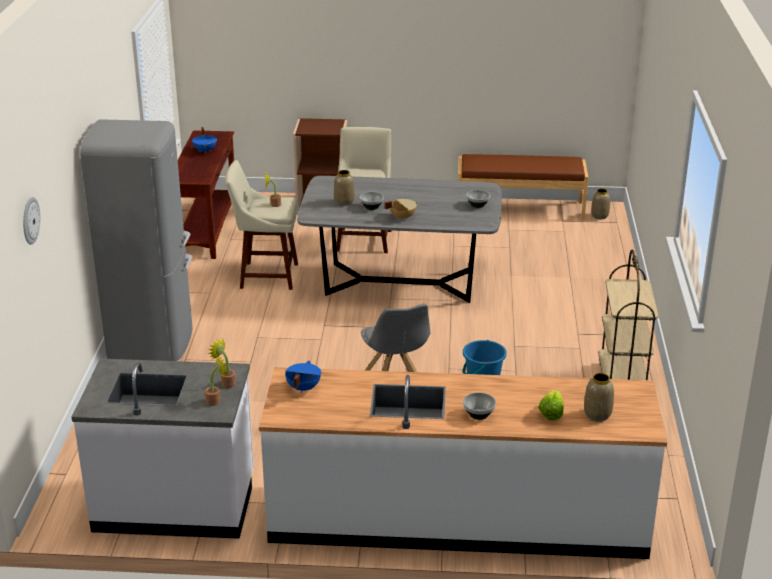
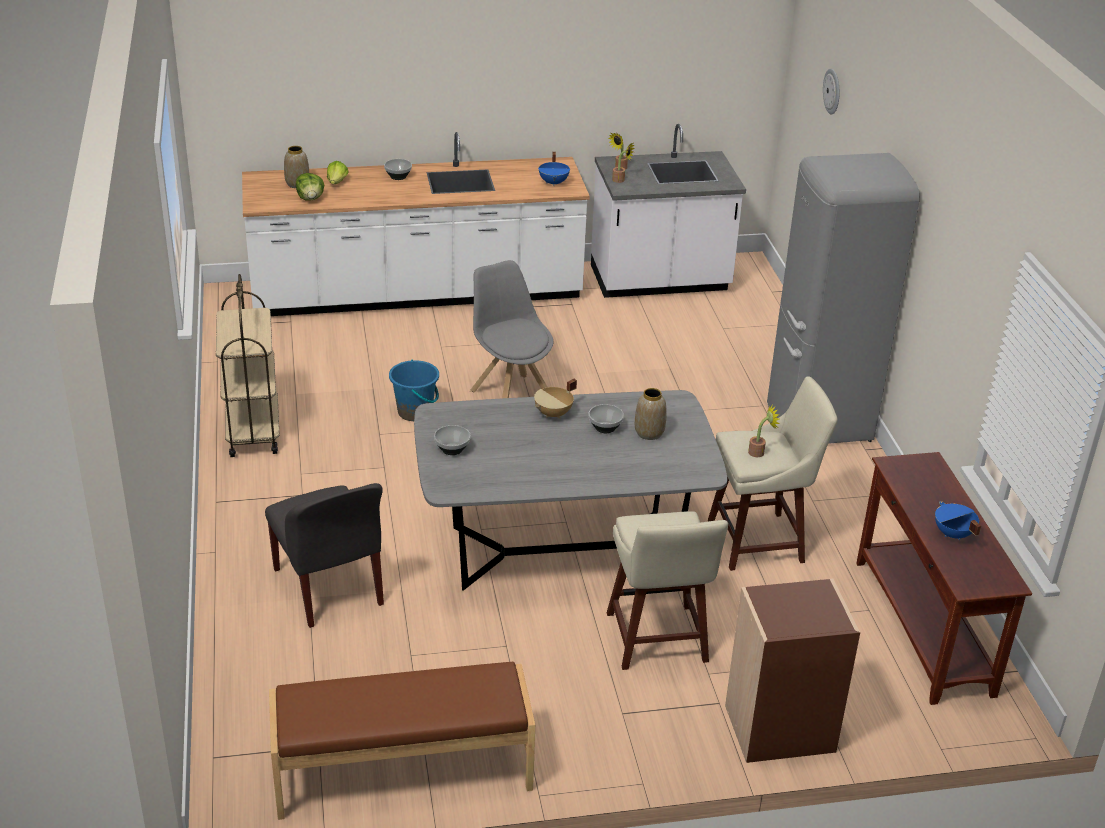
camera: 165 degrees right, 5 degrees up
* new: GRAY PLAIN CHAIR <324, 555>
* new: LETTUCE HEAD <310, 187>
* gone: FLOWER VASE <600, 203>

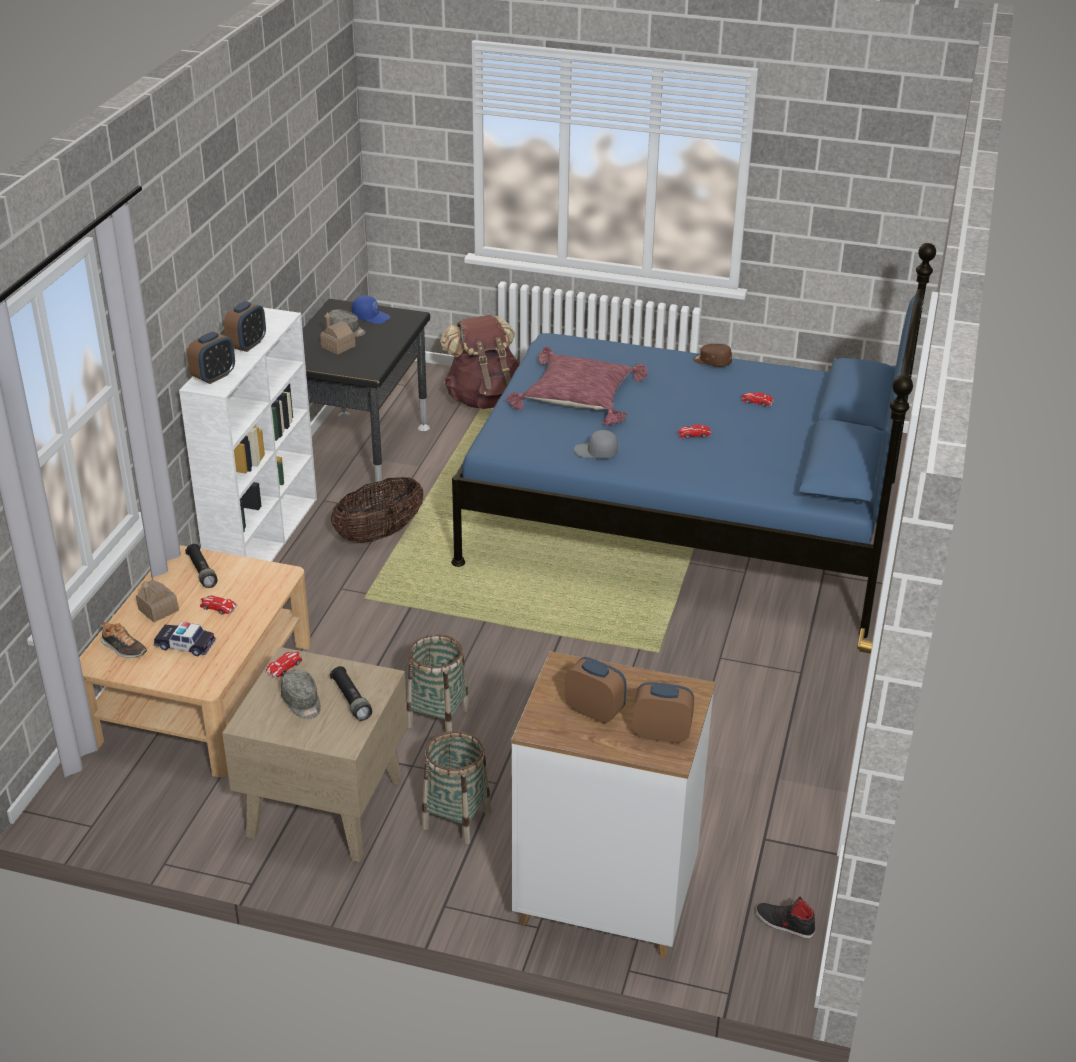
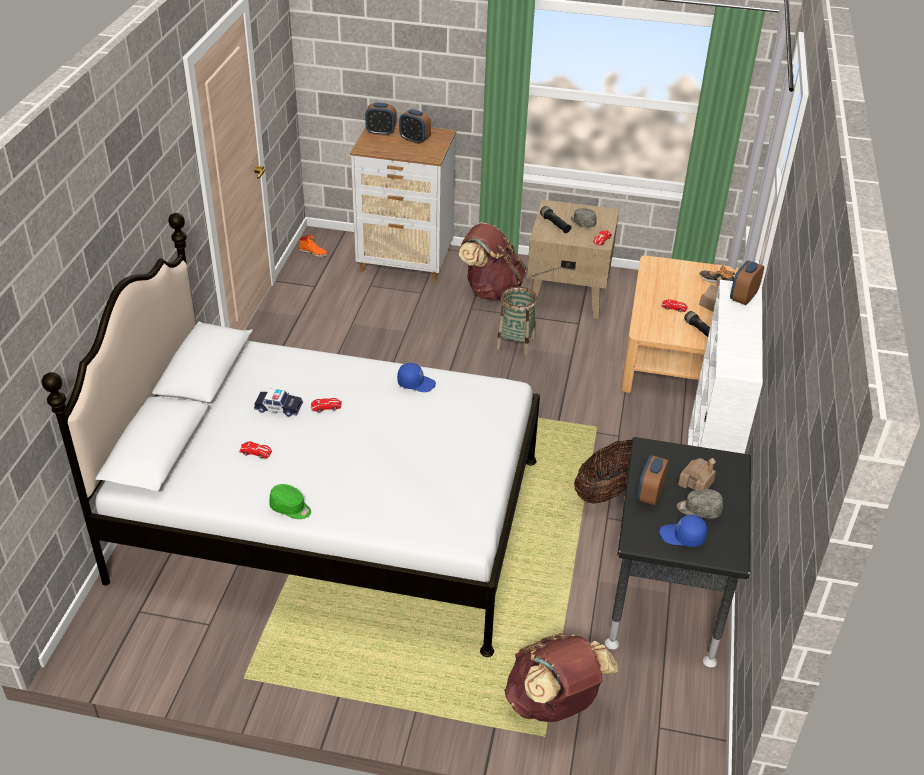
camera: 175 degrees right, 5 degrees up
* repainted: BLUE BEDROOM BED <693, 440> to WHITE-COLOURED BEDROOM BED <291, 435>
* shifted: MINIATURE CAR <184, 639> to <278, 402>
* repainted: BROWNISH CAP <712, 355> to GREEN CAP <290, 501>
* repainted: BLACK-COLOURED ITEM OF FOOTWEAR <785, 918> to ORANGEY ITEM OF FOOTWEAR <313, 246>
* repainted: GRAY CAP <596, 444> to BLUE CAP <416, 377>
* swapped: STORAGE BASKET <456, 788> to BROWNISH KNAPSACK <493, 261>
* shifted: ALARM CLOCK <245, 326> to <653, 480>
* gone: RED CUSHION <577, 385>

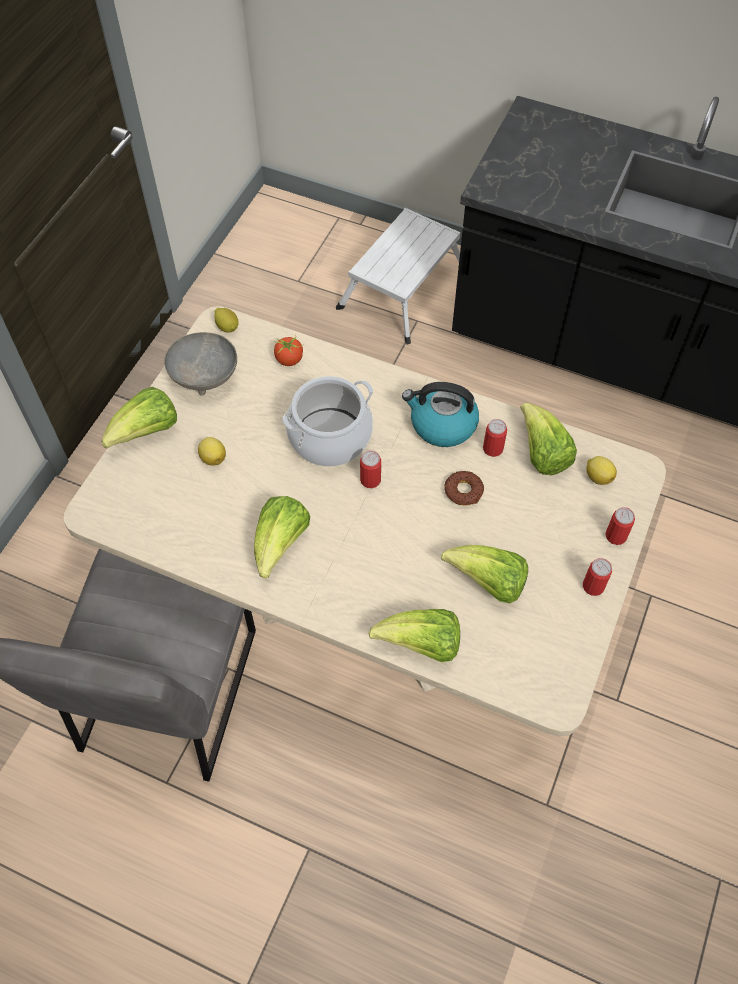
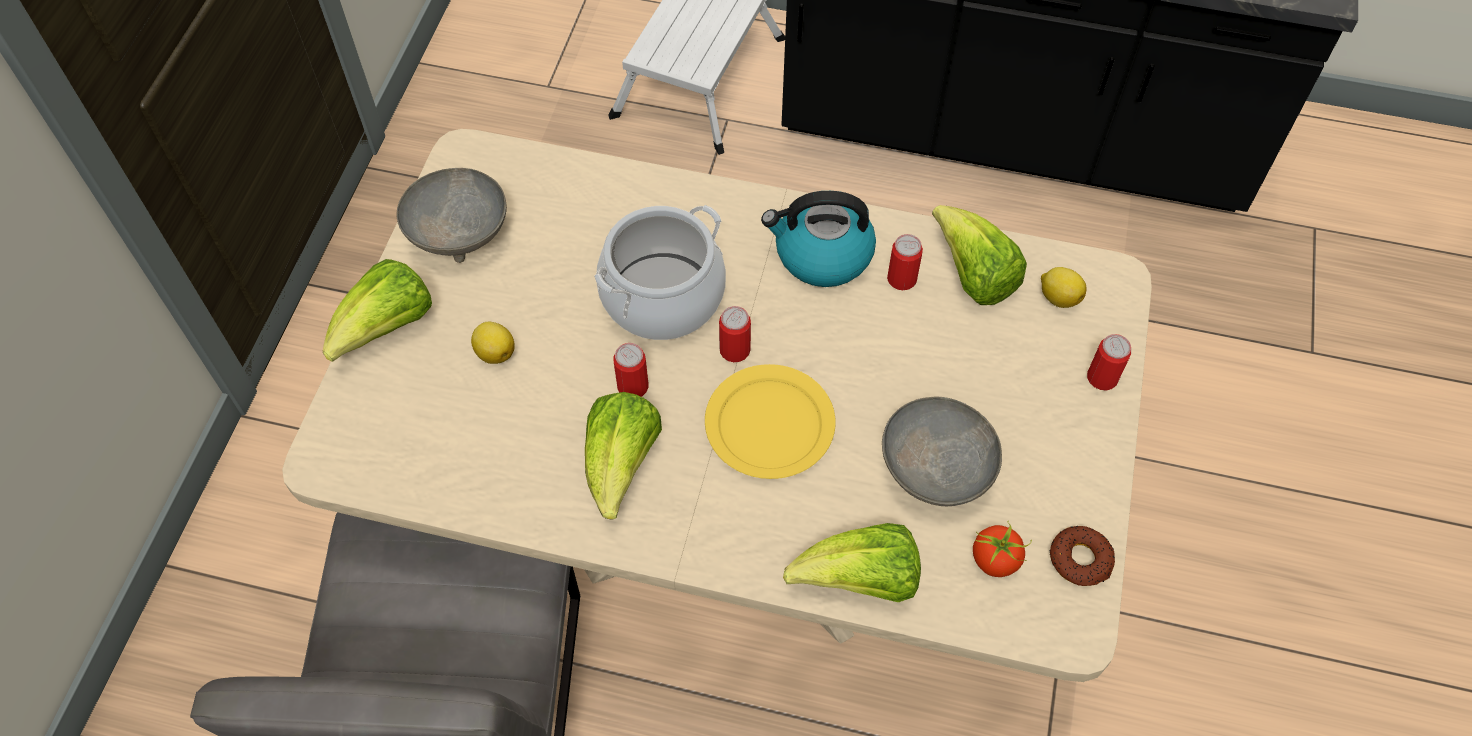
camera: 10 degrees left, 0 degrees up
* shifted: SEALED CAN <597, 577> to <631, 370>
* new: YELLOWISH PLATE <770, 421>
* swapped: LETTUCE HEAD <484, 574> to GRAY DEEP DISH <942, 451>
* shifted: WHOLE TOMATO <289, 351> to <1002, 549>
* shifted: DONUT <464, 488> to <1082, 555>
* gone: LEMON <226, 320>

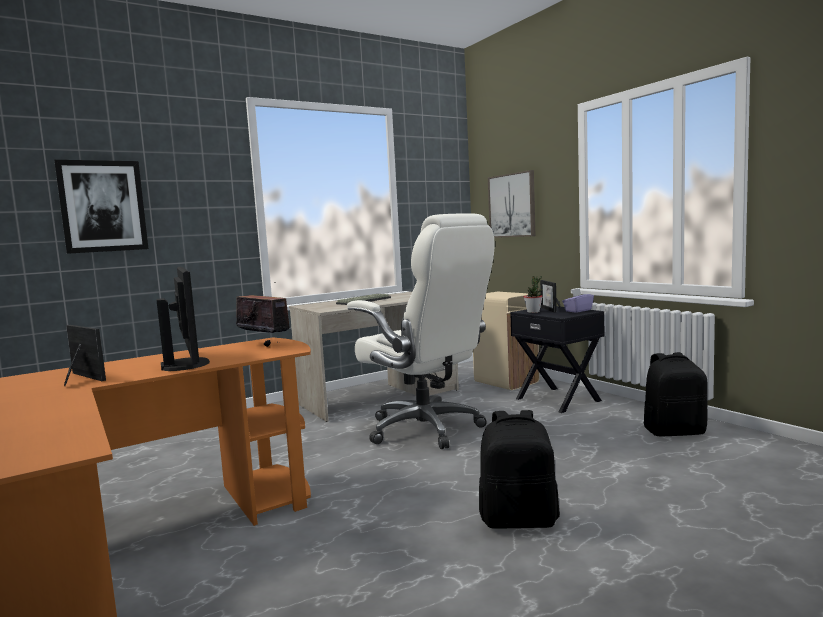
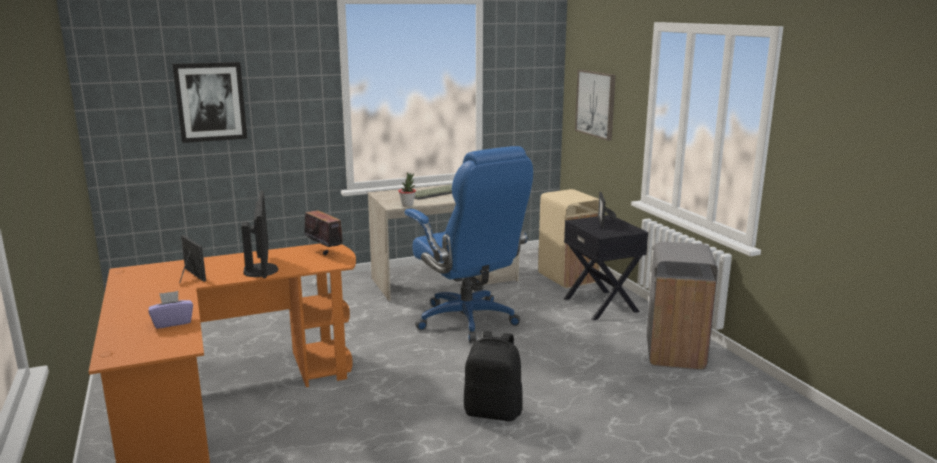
camera: 10 degrees right, 10 degrees up
* shifted: PURPLE BOX OF TISSUES <578, 300> to <171, 310>
* shifted: HOUSEPLANT <533, 294> to <407, 189>
* repainted: WHITE-COLOURED OFFICE CHAIR <420, 331> to BLUE OFFICE CHAIR <469, 244>
* swapped: BLACK-COLOURED KNAPSACK <675, 394> to GRAY WASTE BIN <682, 306>

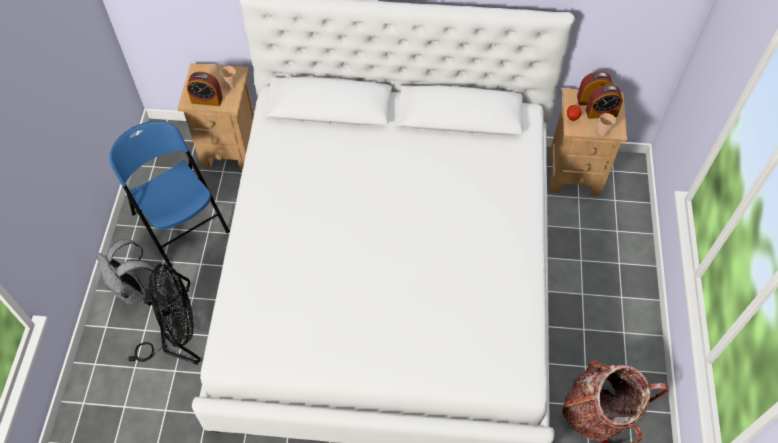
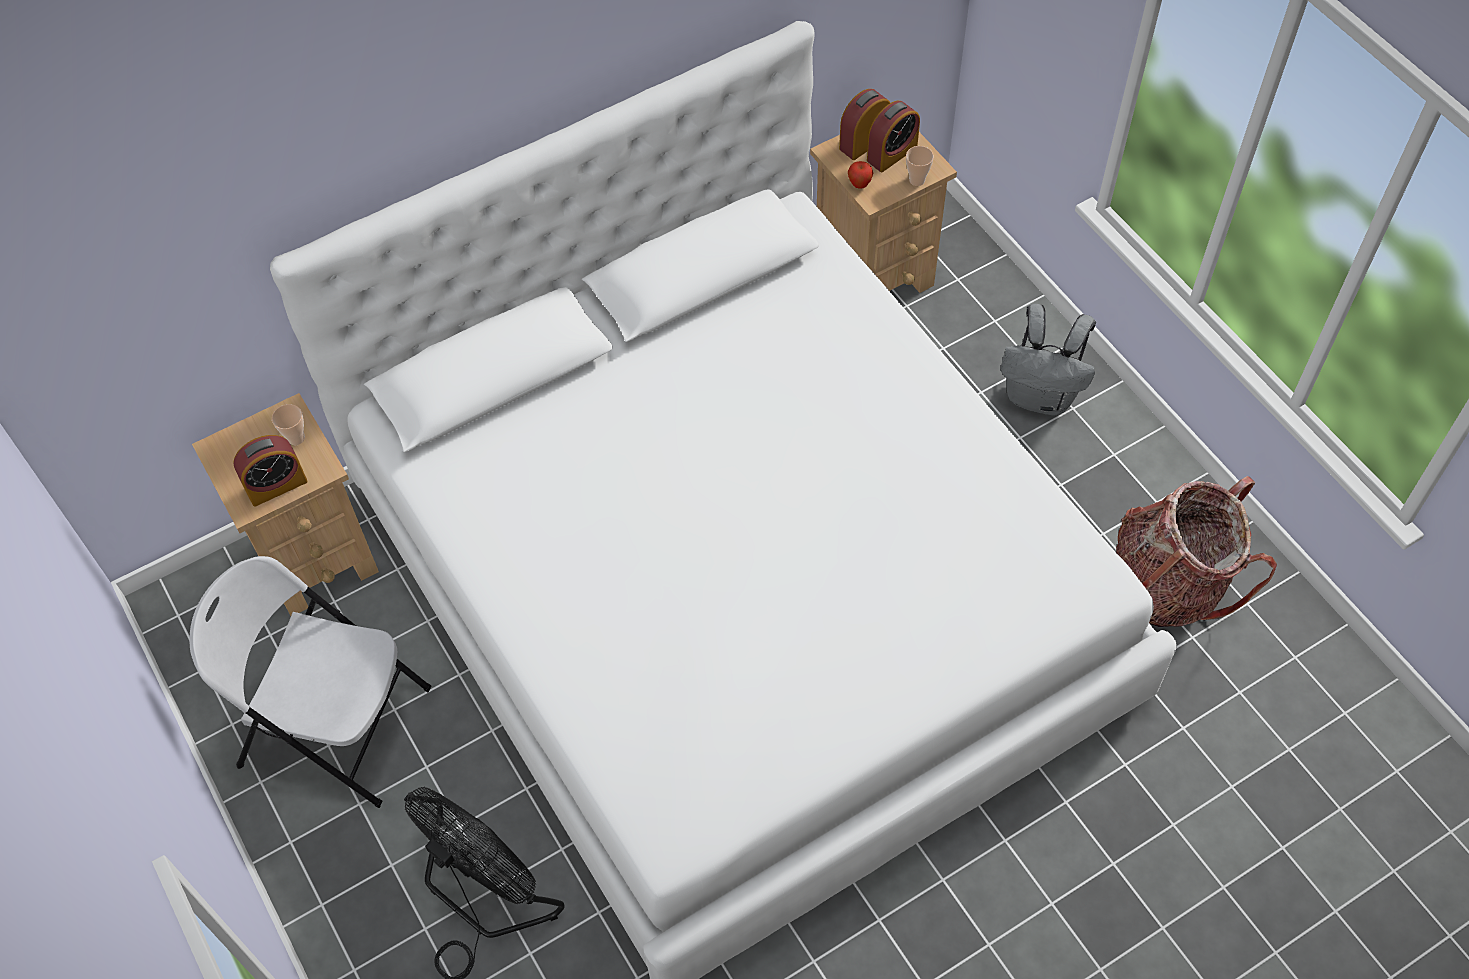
camera: 35 degrees left, 0 degrees up
* repainted: BLUE PLAIN CHAIR <169, 194> to WHITE-COLOURED PLAIN CHAIR <310, 682>
* shifted: GRAY KNAPSACK <127, 272> to <1048, 360>

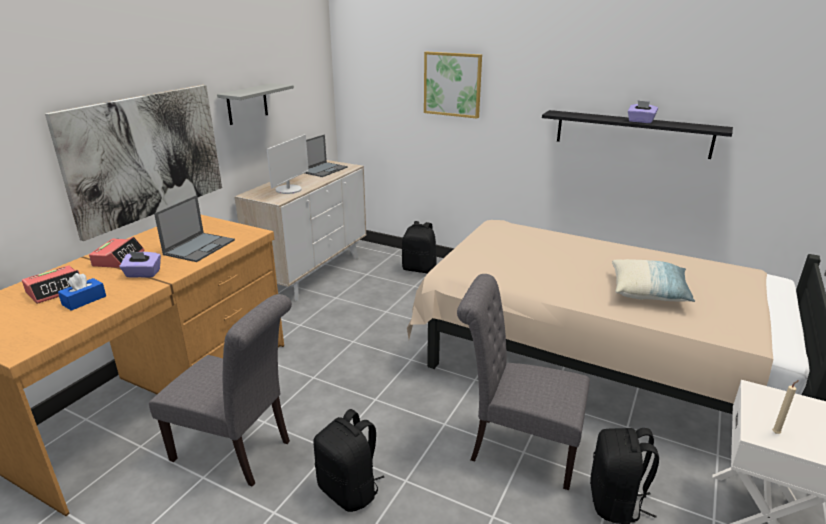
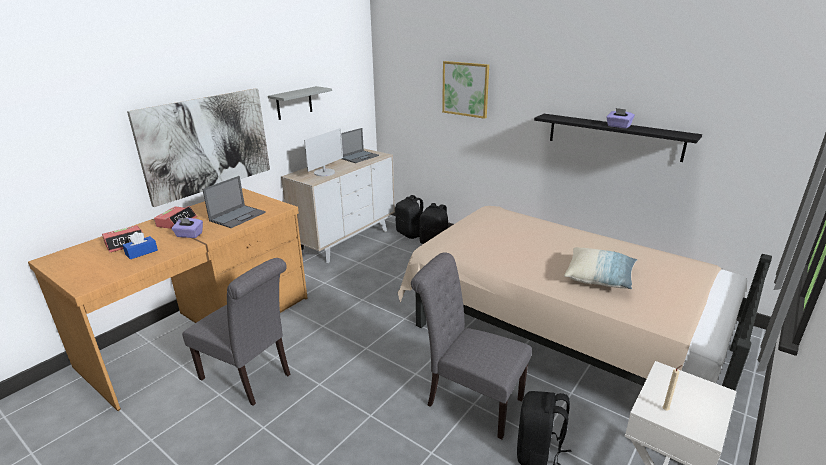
camera: 10 degrees right, 0 degrees up
* shifted: BLACK-COLOURED KNAPSACK <348, 460> to <409, 217>

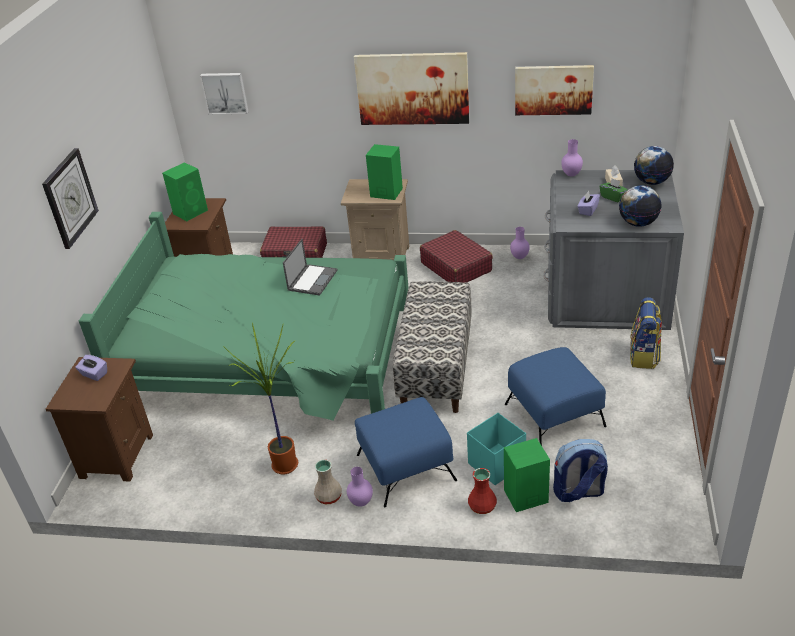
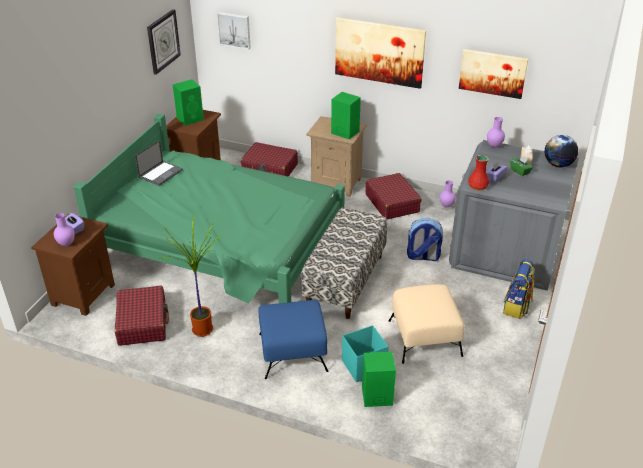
camera: 10 degrees right, 0 degrees up
* shifted: PURPLE FLOWER VASE <360, 487> to <64, 229>
* new: RED PIECE OF LUGGAGE <142, 316>
* shifted: NOTEBOOK COMPUTER <310, 267> to <159, 163>
* shifted: HANGING CLOCK <70, 198> to <164, 42>
* repainted: BLUE FOOTREST <556, 396> to BEIGE-COLOURED FOOTREST <427, 324>
* shifted: KNAPSACK <580, 470> to <425, 239>
* shifted: RED FLOWER VASE <482, 491> to <478, 172>
* gone: BEIGE-COLOURED FLOWER VASE <328, 481>
* gone: DESK GLOBE <640, 206>

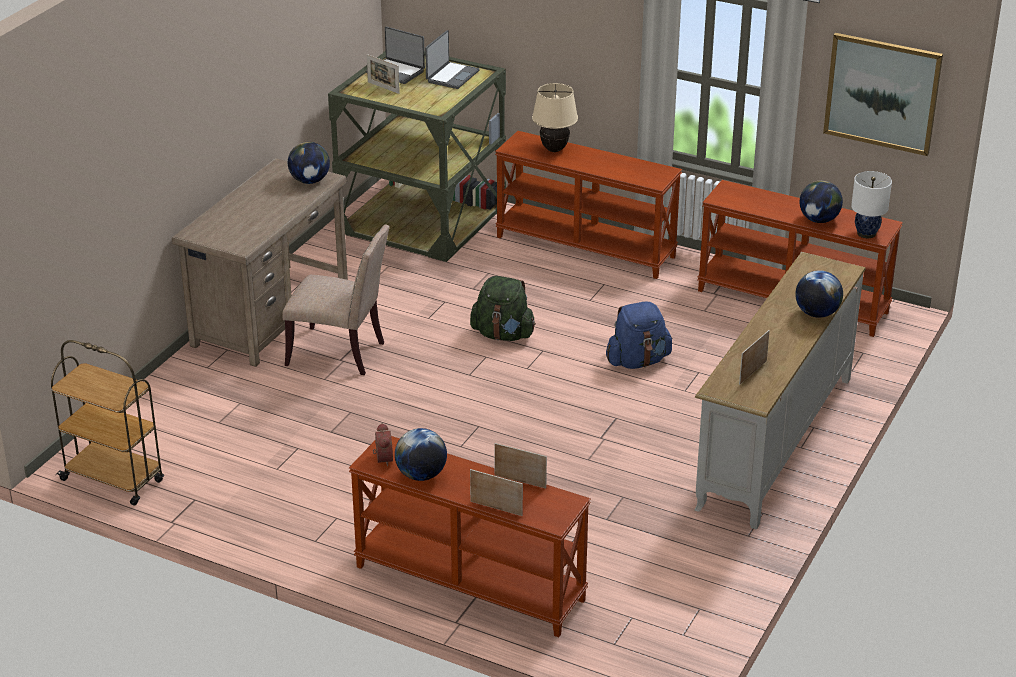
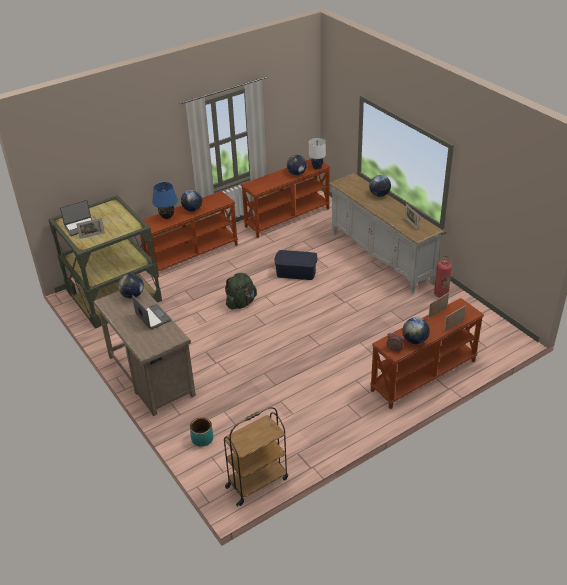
camera: 60 degrees left, 5 degrees up
* shifted: NOTEBOOK COMPUTER <452, 59> to <151, 312>
* repainted: BEIGE-COLOURED LAMP FOR A TABLE <555, 117> to BLUE LAMP FOR A TABLE <165, 200>
* new: DESK GLOBE <191, 200>
* new: TURQUOISE-COLOURED PLANTER <201, 432>
* swapped: BLUE KNAPSACK <639, 335> to BLUE STORAGE CONTAINER <296, 265>
* new: FIRE EXTINGUISHER <443, 277>
* gone: BEIGE-COLOURED PLAIN CHAIR <336, 299>
* gone: PICTURE <883, 94>

